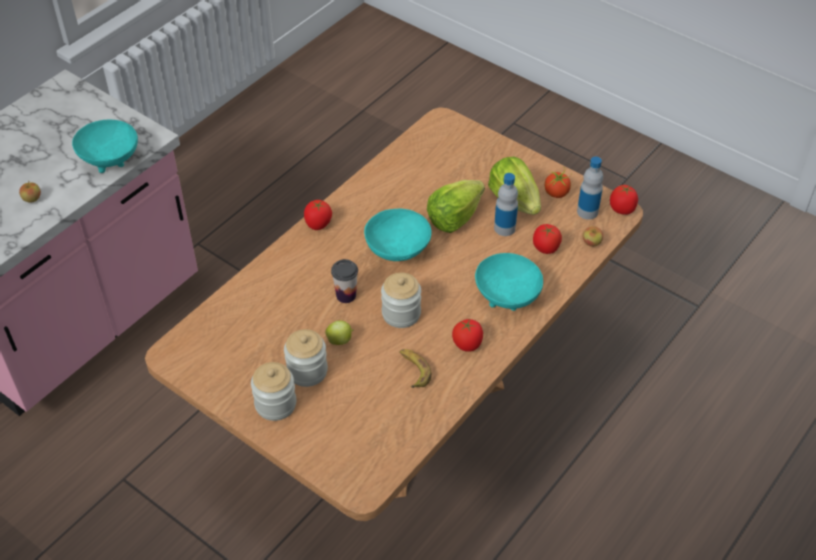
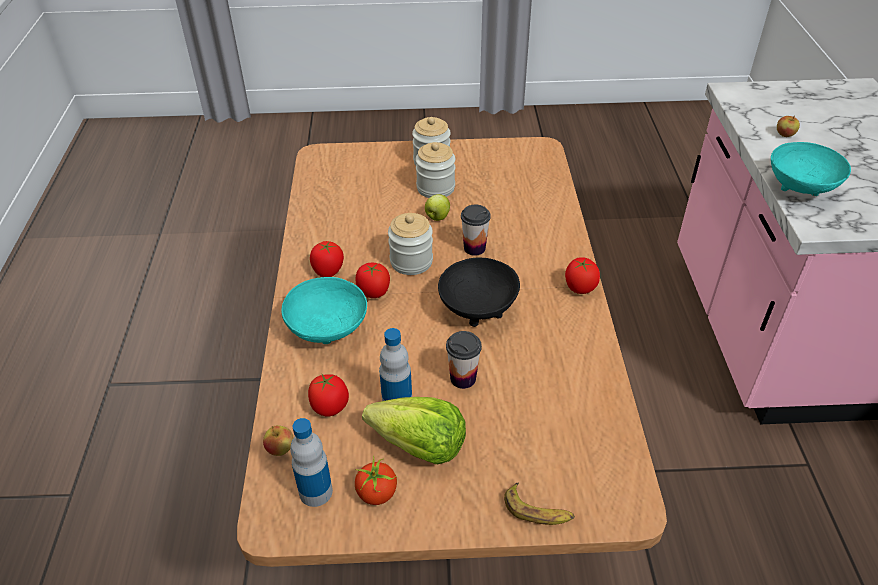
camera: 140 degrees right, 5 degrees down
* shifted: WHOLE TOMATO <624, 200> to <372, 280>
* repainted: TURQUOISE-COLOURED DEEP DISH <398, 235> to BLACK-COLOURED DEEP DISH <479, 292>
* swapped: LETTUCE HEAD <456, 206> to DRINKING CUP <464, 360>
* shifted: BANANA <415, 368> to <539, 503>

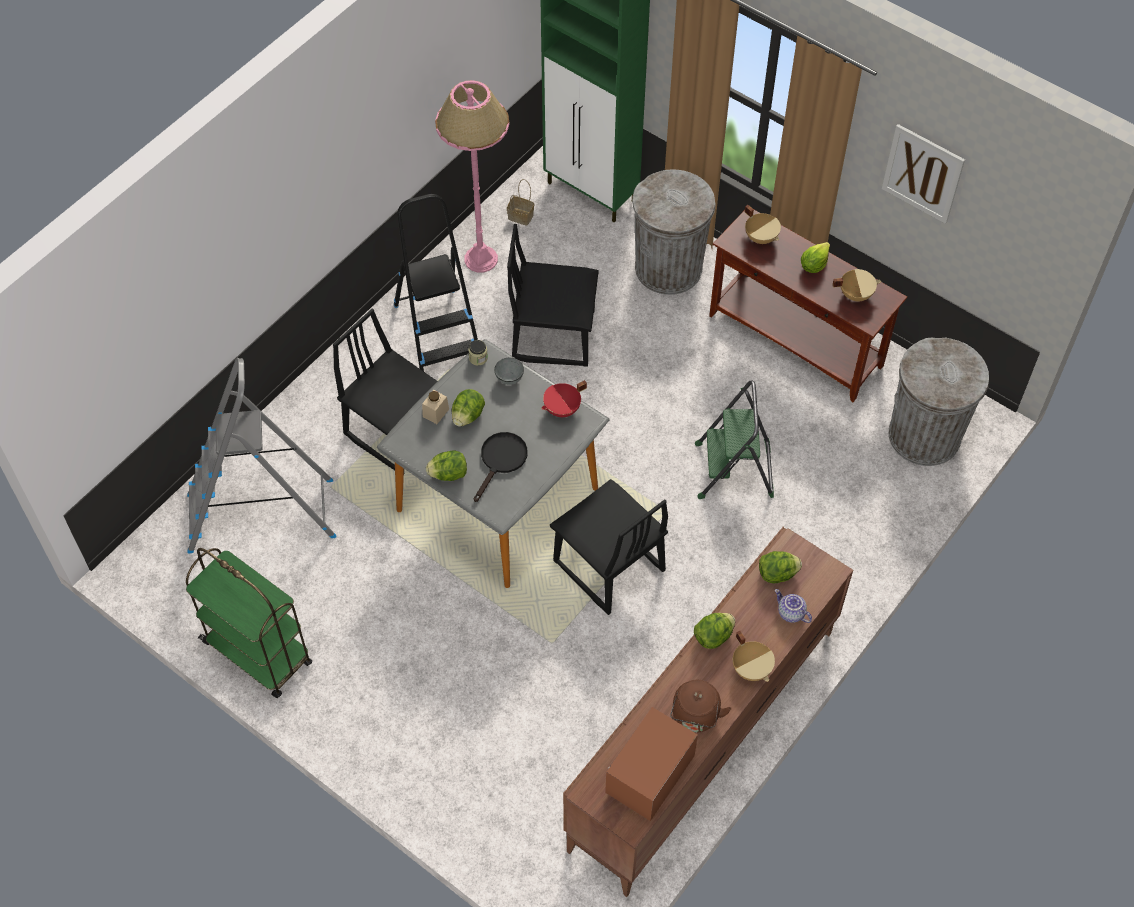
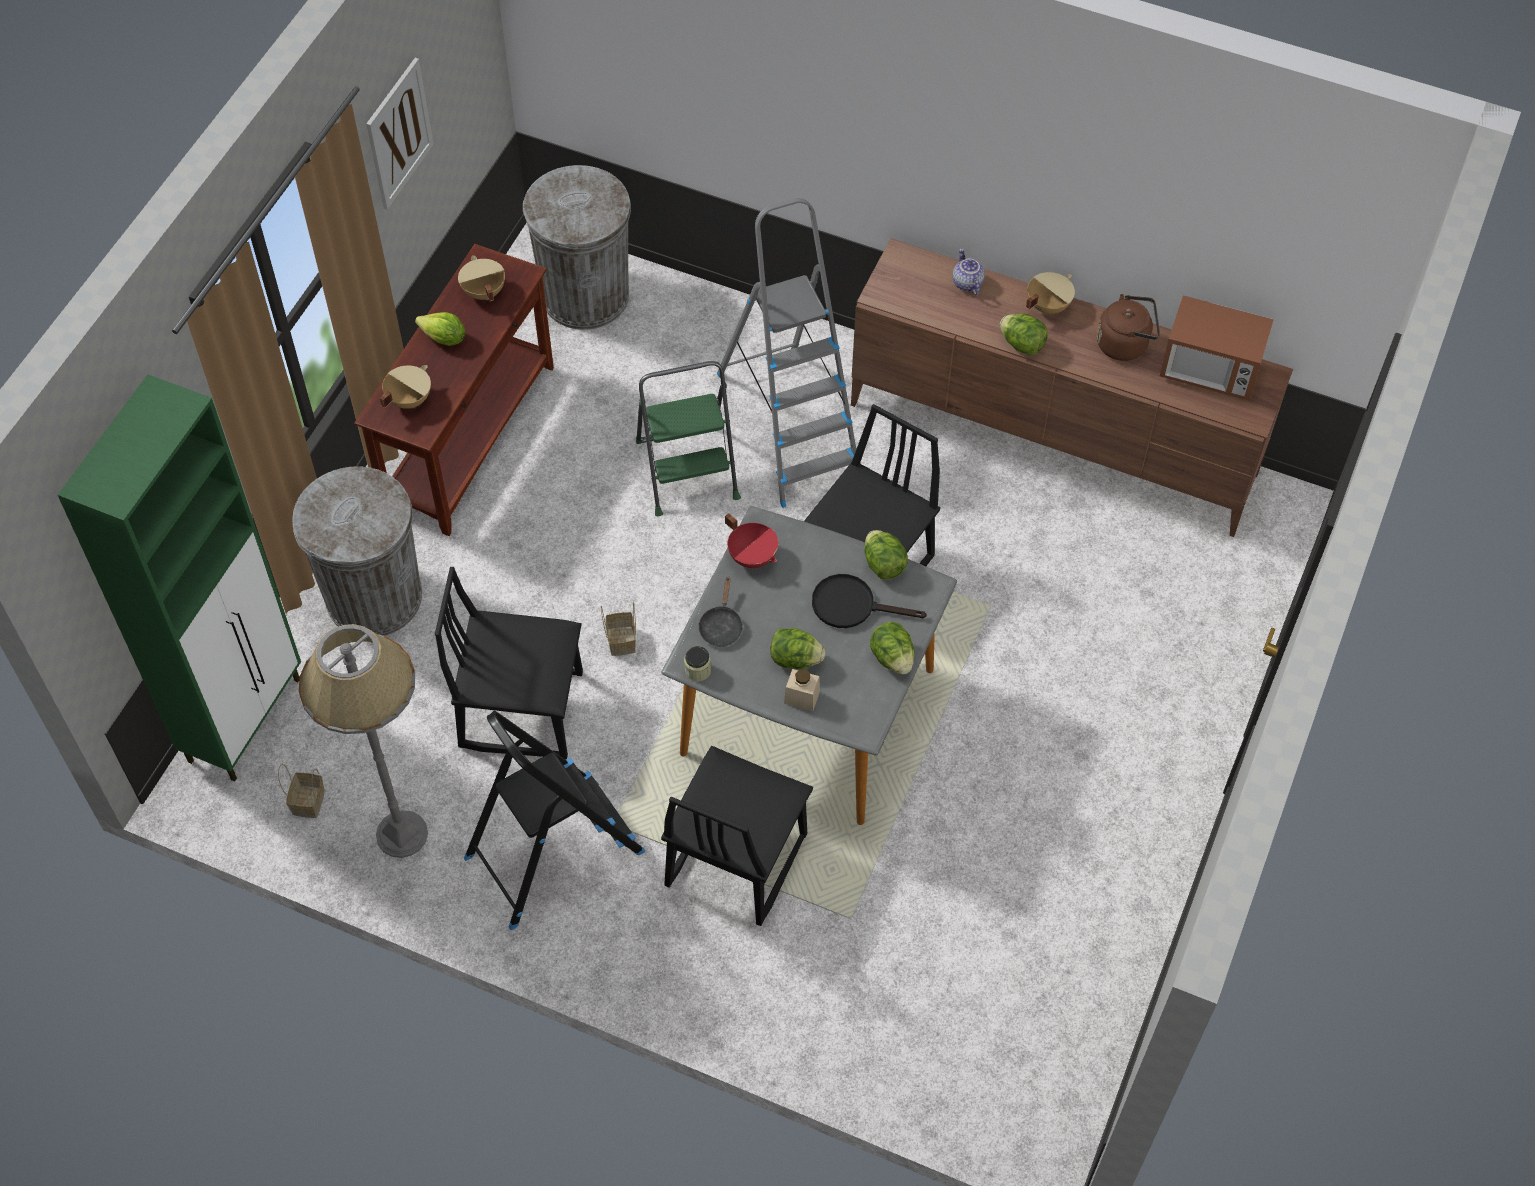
camera: 105 degrees left, 0 degrees up
* repainted: PINKISH FLOOR LAMP <472, 176> to GRAY FLOOR LAMP <363, 741>
* rotated: BLACK-COLOURED PLAIN CHAIR <553, 295> = <509, 663> 105 degrees clockwise
* new: STORAGE BASKET <618, 629>
* swapped: GRAY DEEP DISH <509, 371> to BLACK-COLOURED SKILLET <720, 611>
* shifted: GRAY STEP LADDER <261, 455> to <786, 353>
* shifted: LETTUCE HEAD <780, 567> to <886, 554>
* rotated: TEA POT <793, 606> = <968, 271> 135 degrees clockwise
* gone: GREEN TROLLEY <249, 623>

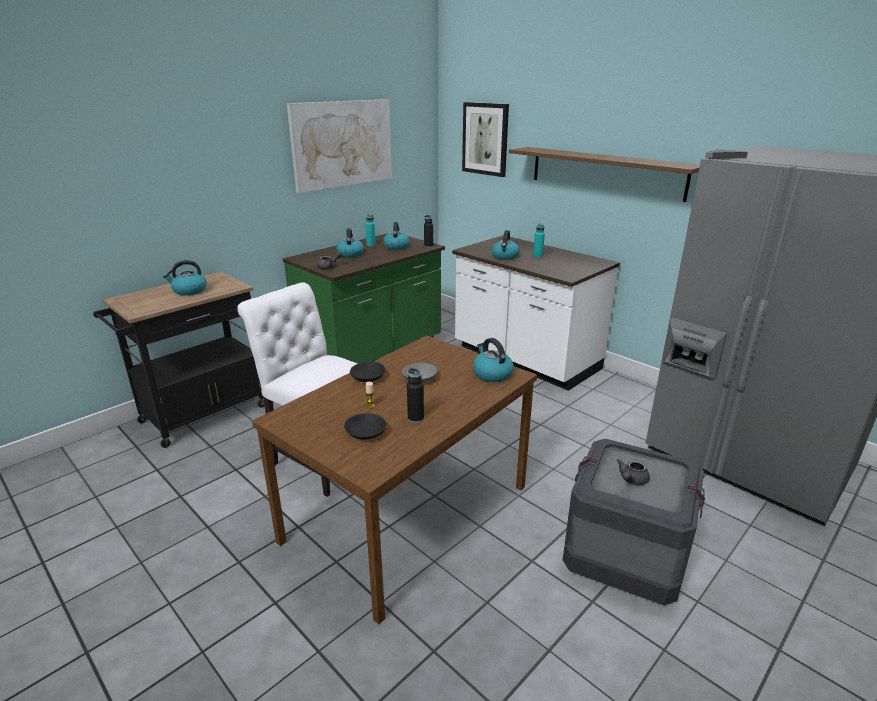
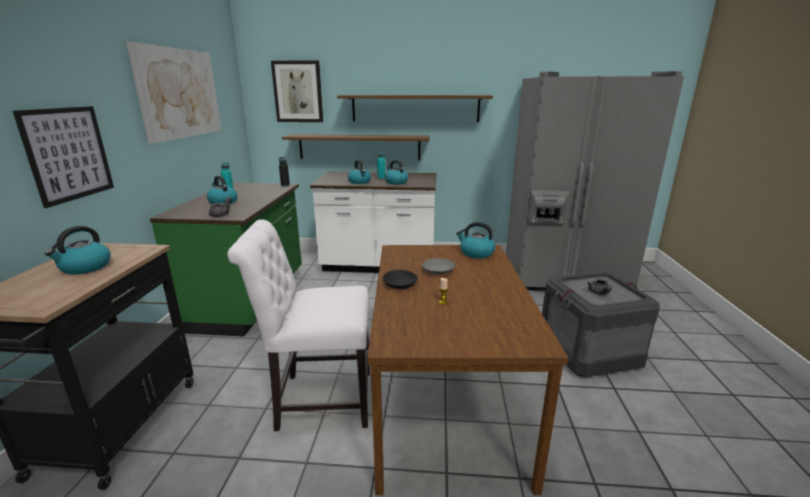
camera: 40 degrees left, 5 degrees down
* new: PICTURE <63, 157>
* new: BRACKET SHELF <356, 147>
* shifted: TEA KETTLE <396, 236> to <396, 172>
* gone: BLACK-COLOURED DEEP DISH <365, 426>
* gone: BLACK-COLOURED DRINK BOTTLE <415, 395>

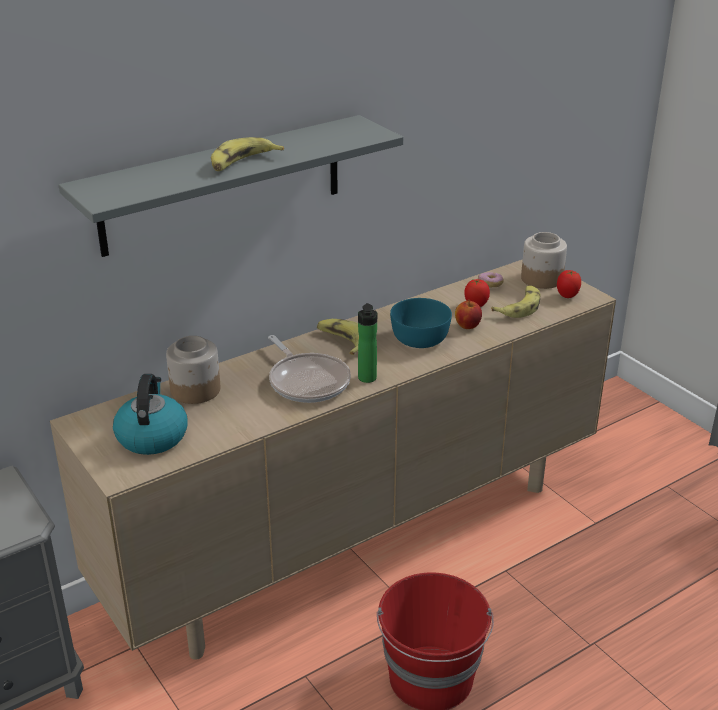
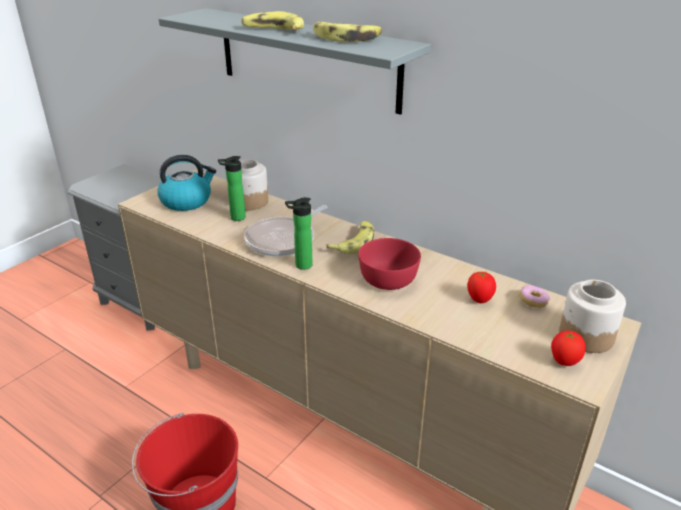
camera: 70 degrees right, 0 degrees up
* new: DRINK BOTTLE <232, 188>
* shifted: BANANA <516, 301> to <347, 32>
* repainted: TURQUOISE-COLOURED DEEP DISH <421, 323> to RED DEEP DISH <389, 264>
* gone: APPLE FRUIT <468, 314>

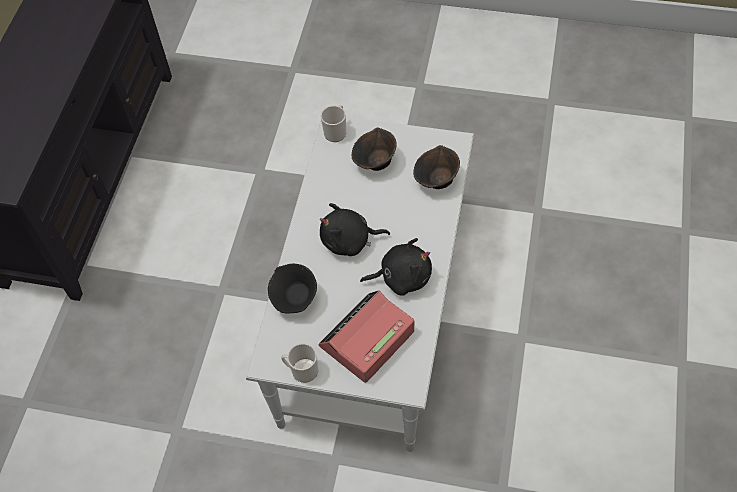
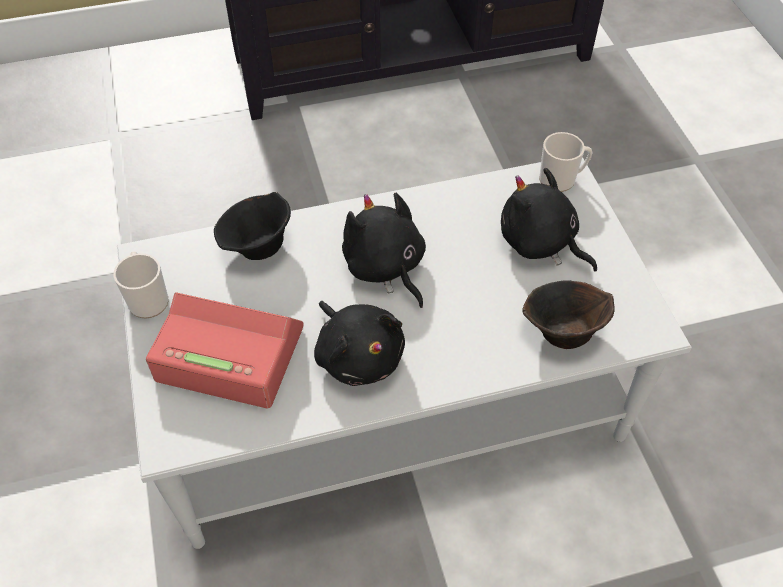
camera: 60 degrees right, 5 degrees down
* swapped: BROWNISH DEEP DISH <374, 149> to BLACK-COLOURED PLUSH TOY <549, 220>

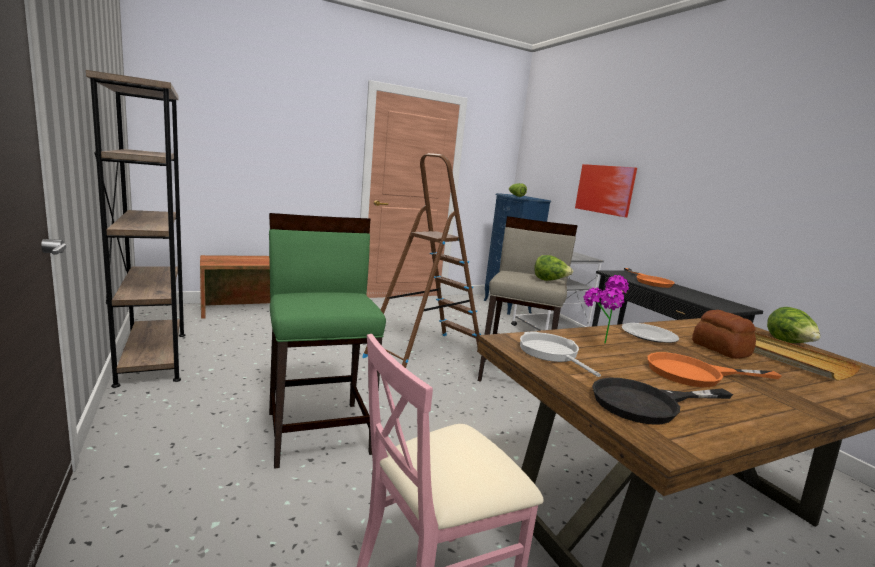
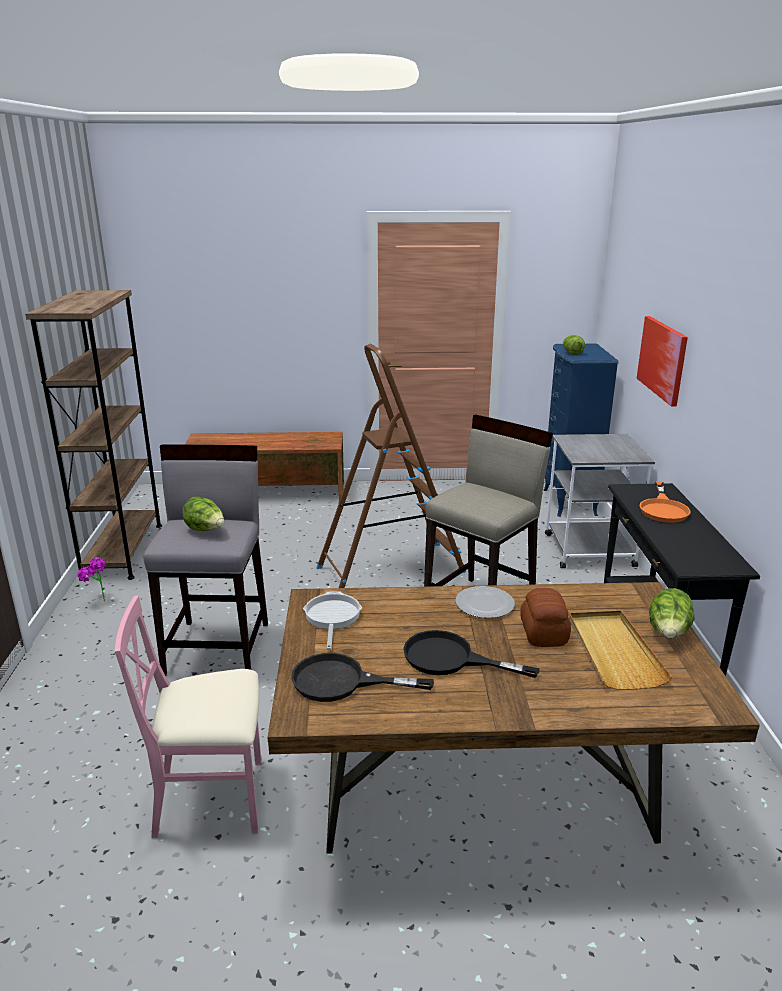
camera: 25 degrees right, 10 degrees up
* shifted: HOUSEPLANT <606, 309> to <92, 579>
* repainted: GREEN SITTING STOOL <327, 341> to GRAY SITTING STOOL <205, 560>
* shifted: LETTUCE HEAD <553, 268> to <203, 513>
* repainted: ORANGEY SKILLET <714, 369> to BLACK-COLOURED SKILLET <471, 654>

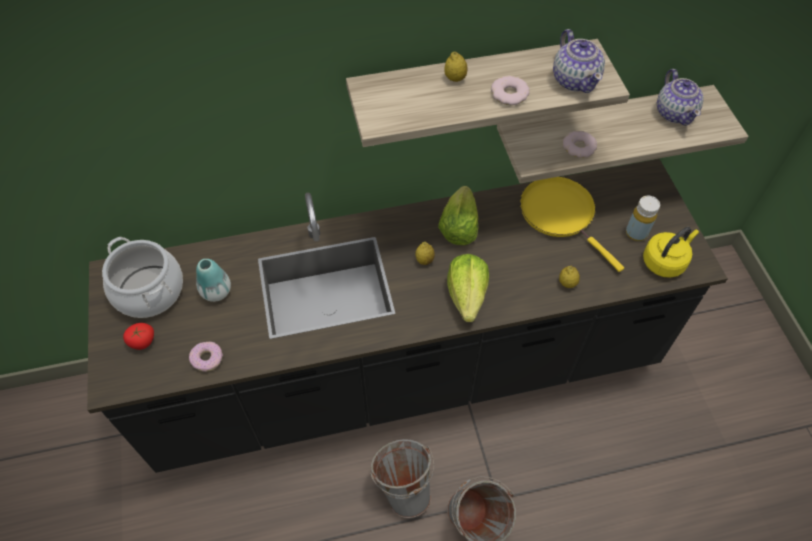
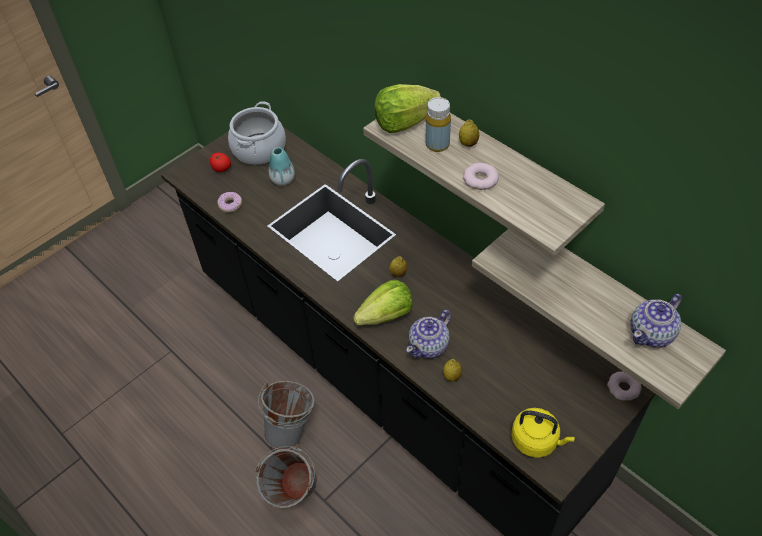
camera: 60 degrees right, 5 degrees down
* shifted: LETTUCE HEAD <458, 215> to <408, 108>
* shifted: TEA POT <579, 61> to <428, 334>
* shifted: YELLOWISH DRINK BOTTLE <643, 218> to <438, 124>
* shifted: DONUT <580, 144> to <624, 386>
* gone: YELLOWISH SKILLET <572, 224>

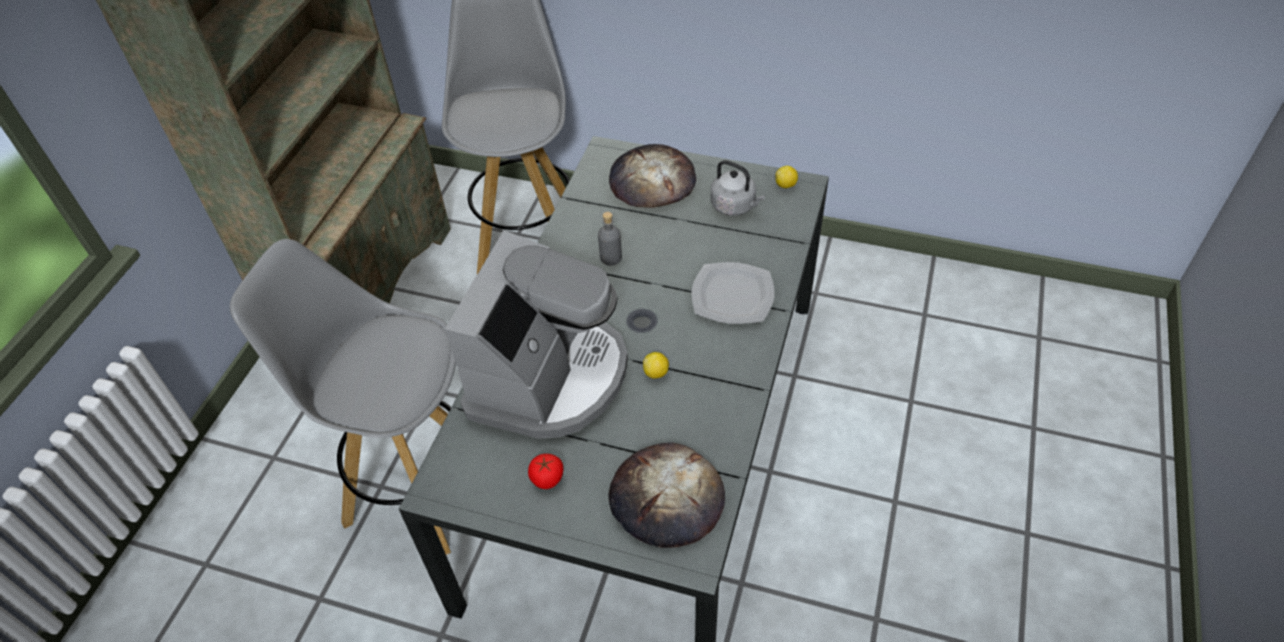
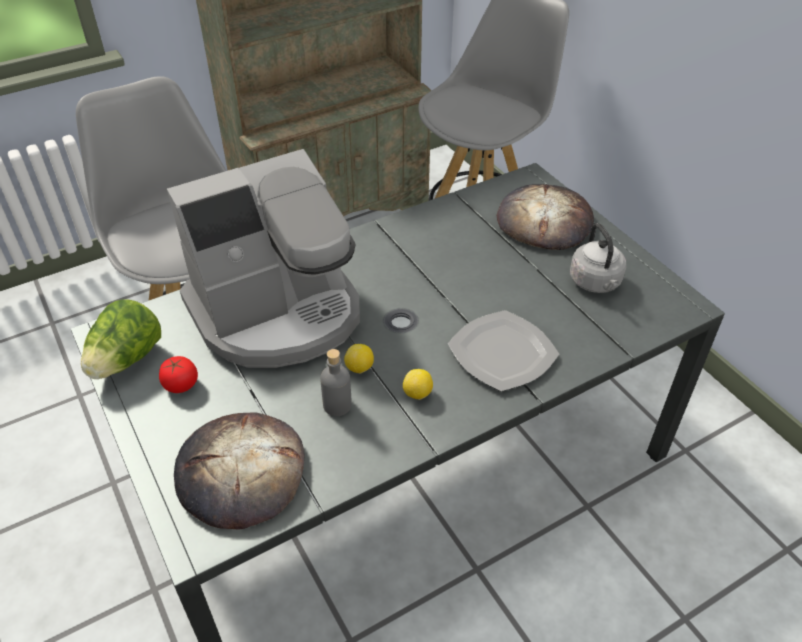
camera: 40 degrees right, 5 degrees down
* new: LETTUCE HEAD <121, 339>
* shifted: GRAY DRINK BOTTLE <610, 239> to <336, 382>
* shifted: LEMON <786, 177> to <418, 384>

